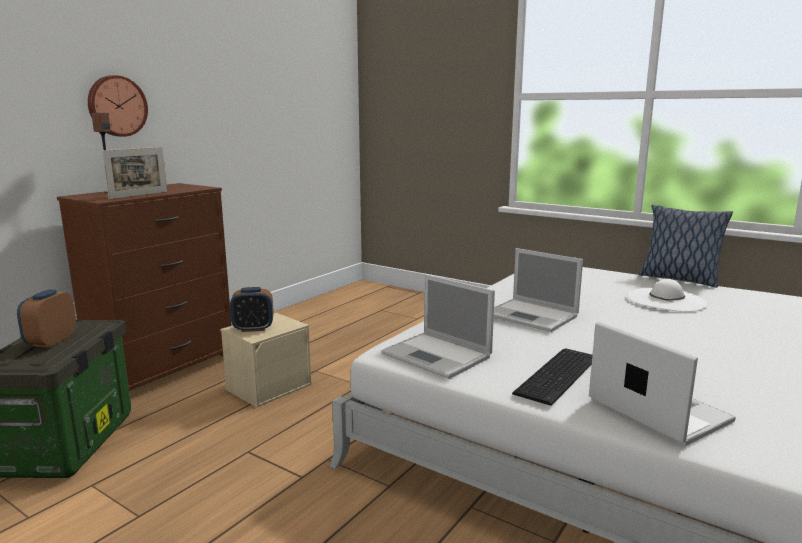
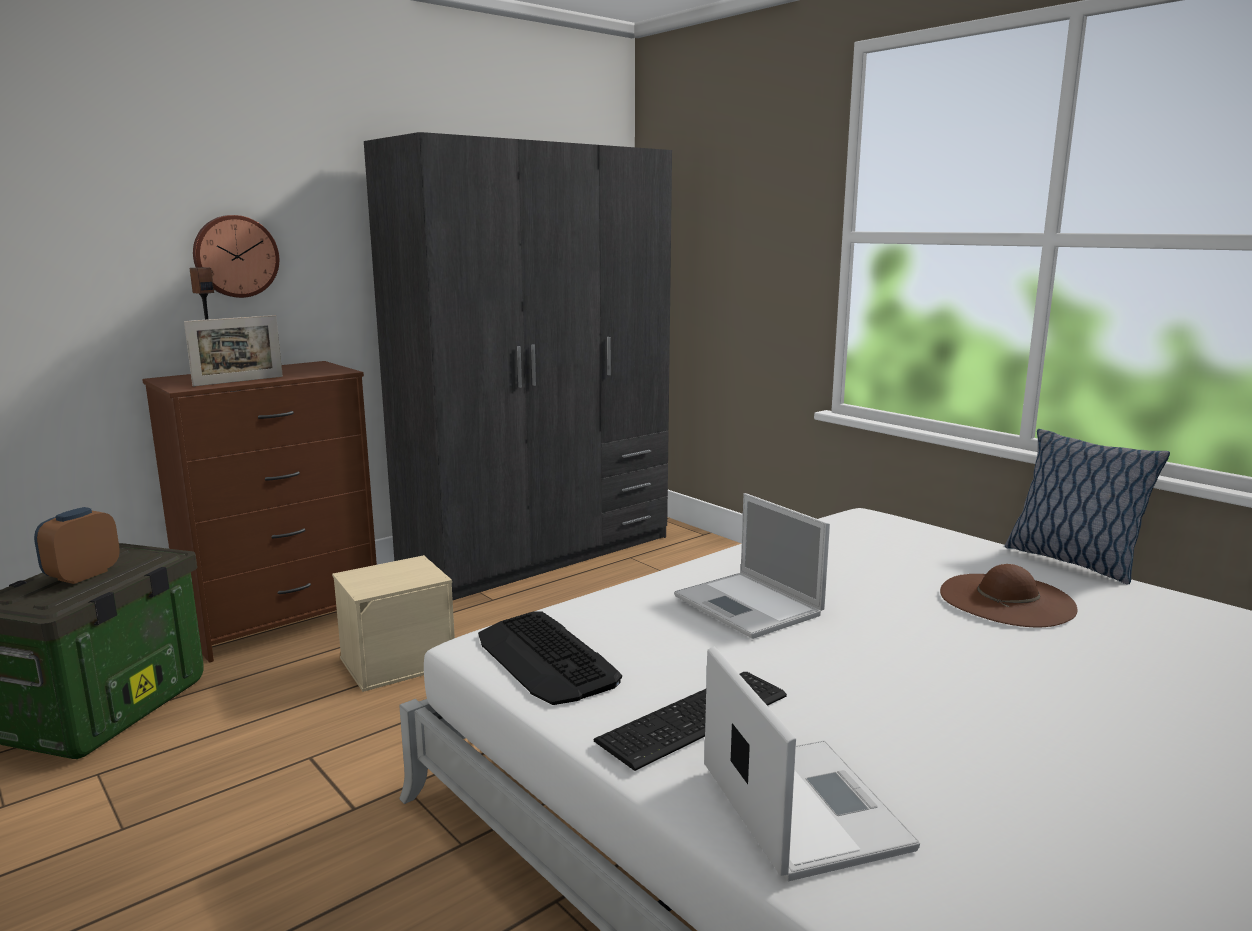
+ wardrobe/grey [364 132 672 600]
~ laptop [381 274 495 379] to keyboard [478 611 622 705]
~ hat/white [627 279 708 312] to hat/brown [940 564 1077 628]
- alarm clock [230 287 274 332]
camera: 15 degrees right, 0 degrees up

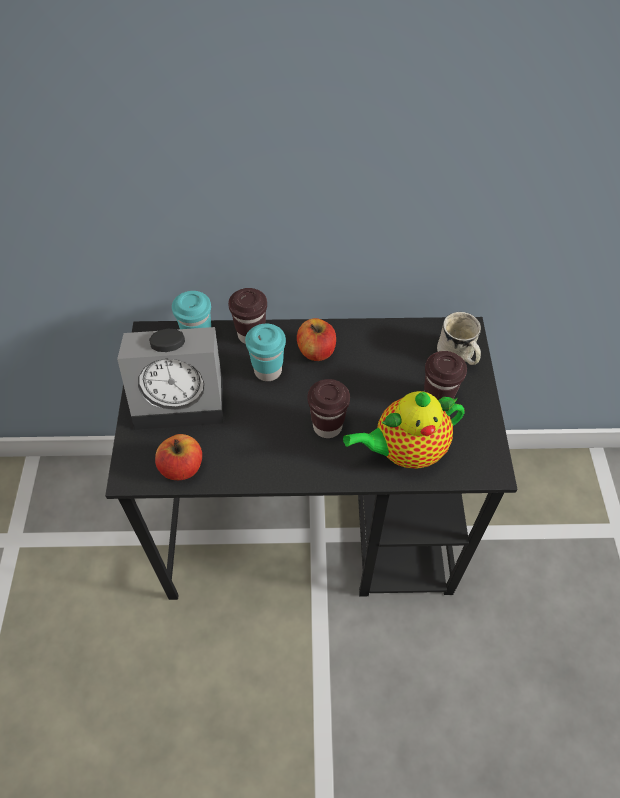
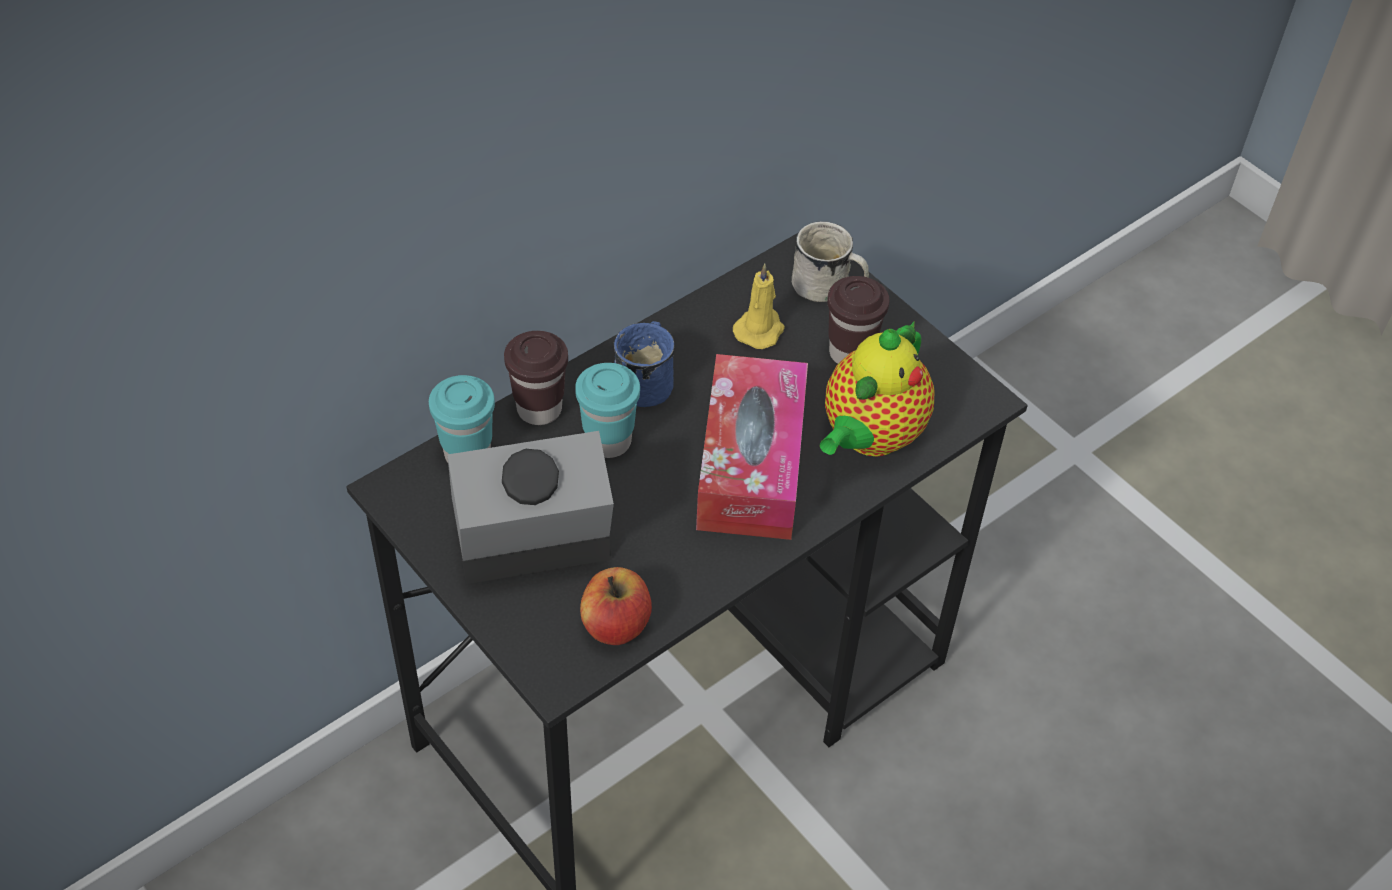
~ alarm clock [117 327 223 430] = [447 431 614 584] 150 degrees counterclockwise
~ apple [297 318 336 361] to mug/blue [614 321 675 407]
~ cup/brown [308 379 350 438] to tissue box [696 354 808 540]
+ candle/yellow [733 264 785 349]
camera: 40 degrees left, 5 degrees down

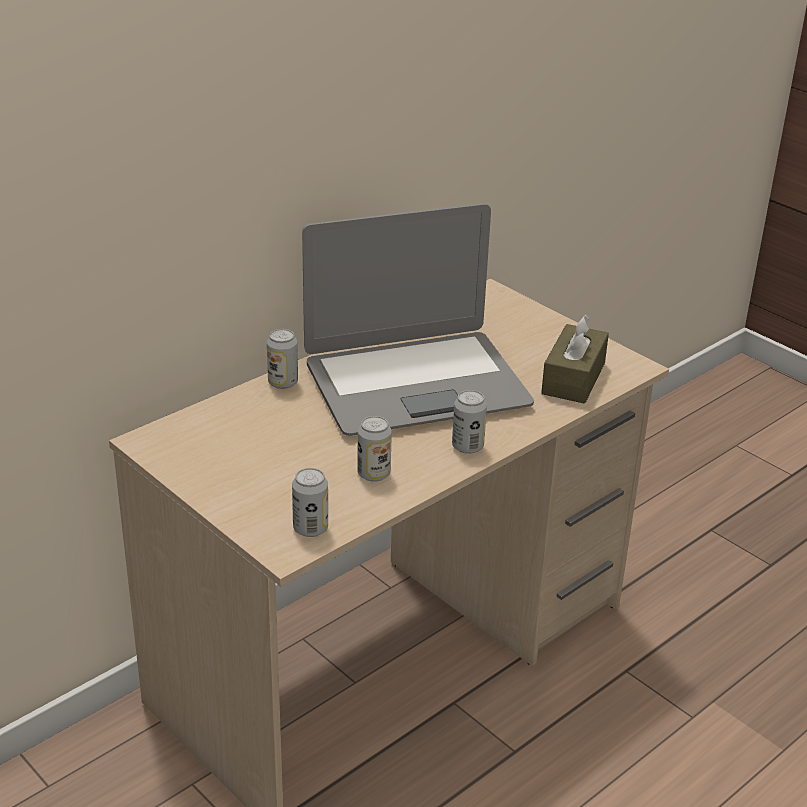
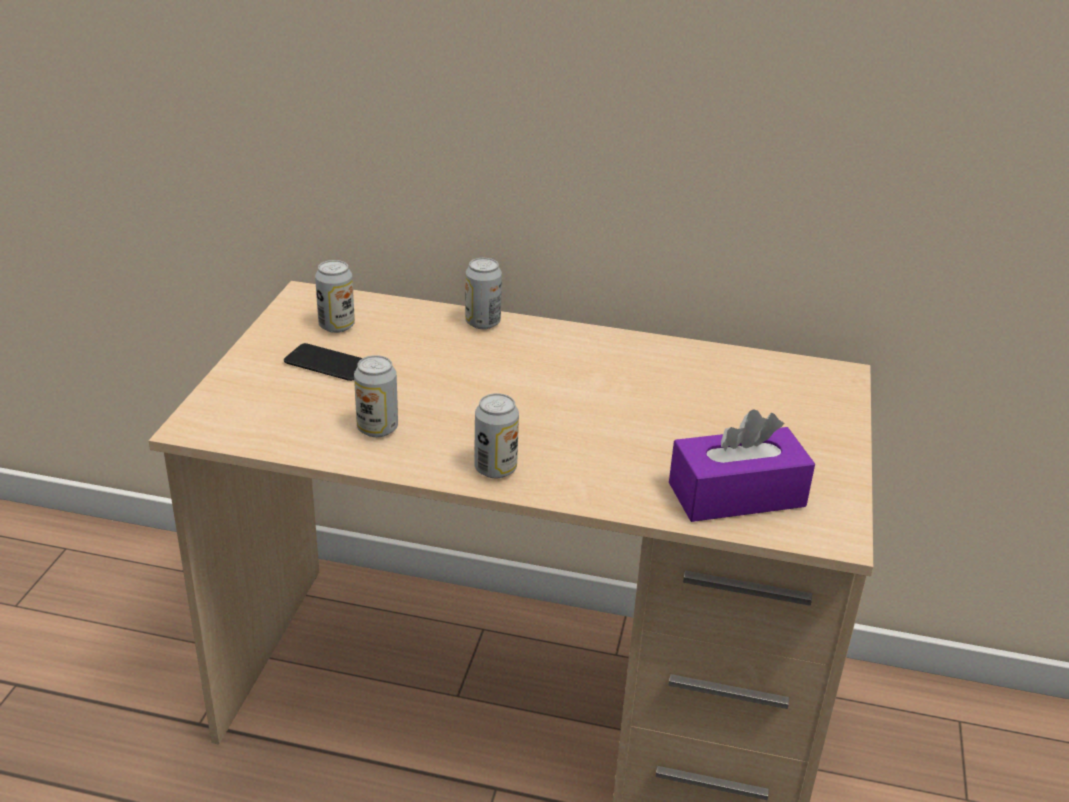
+ phone [284 343 362 381]
~ can [292 468 328 537] to [315 260 355 333]
~ tissue box/brown [541 314 609 404] to tissue box/purple [669 409 815 522]
- laptop [302 203 534 436]
camera: 55 degrees right, 0 degrees up

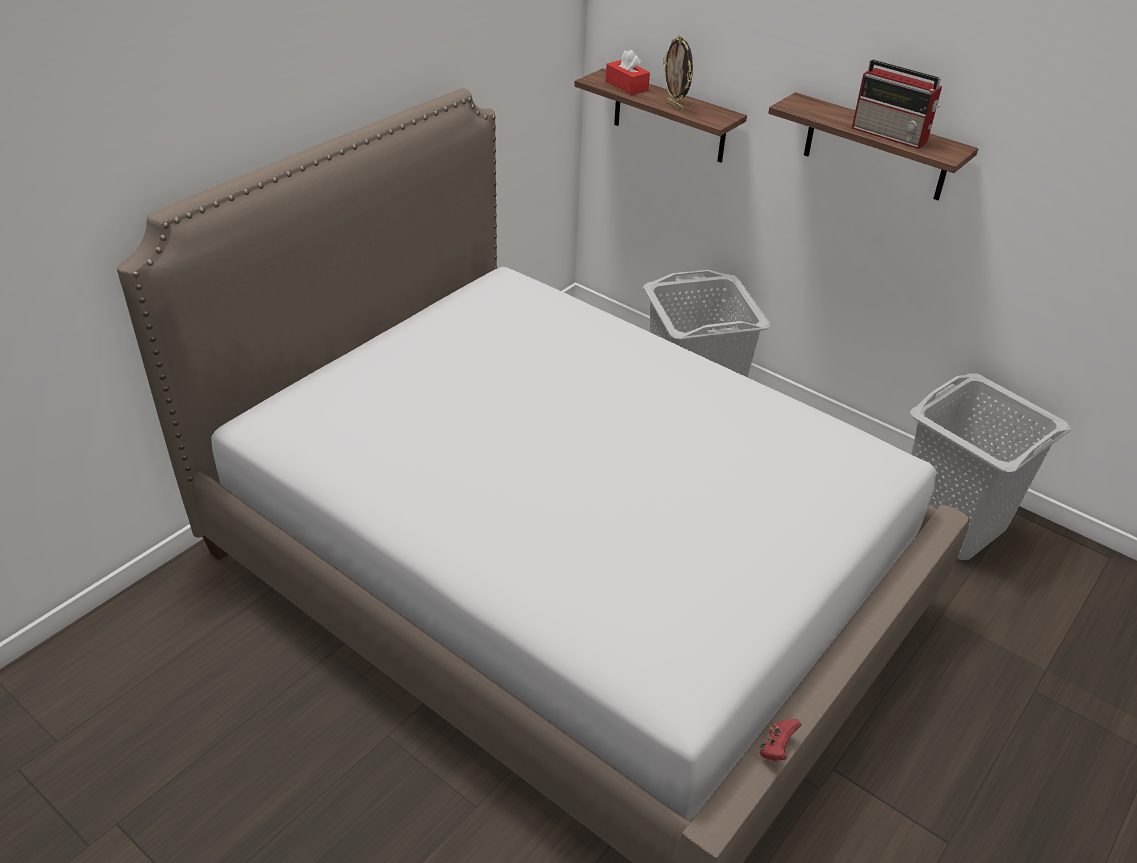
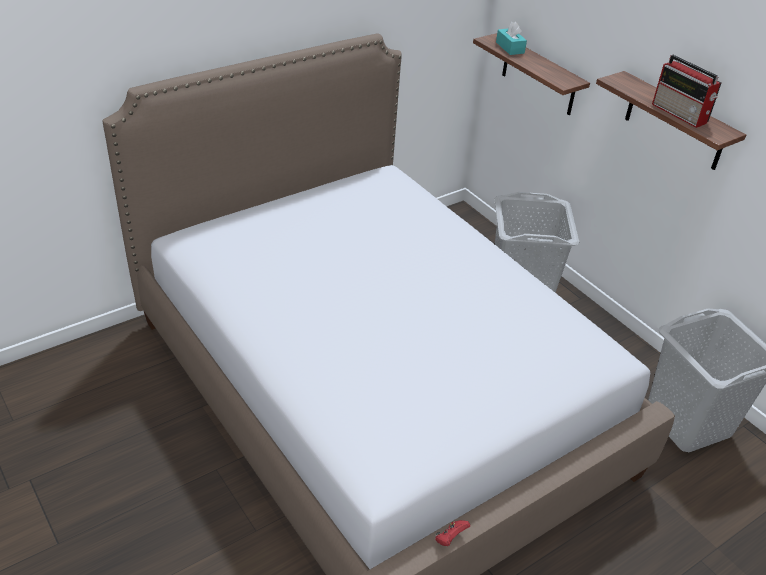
~ tissue box/red [606 50 650 95] to tissue box/turquoise [496 22 527 55]
- picture frame [663 35 693 112]
camera: 15 degrees right, 0 degrees up

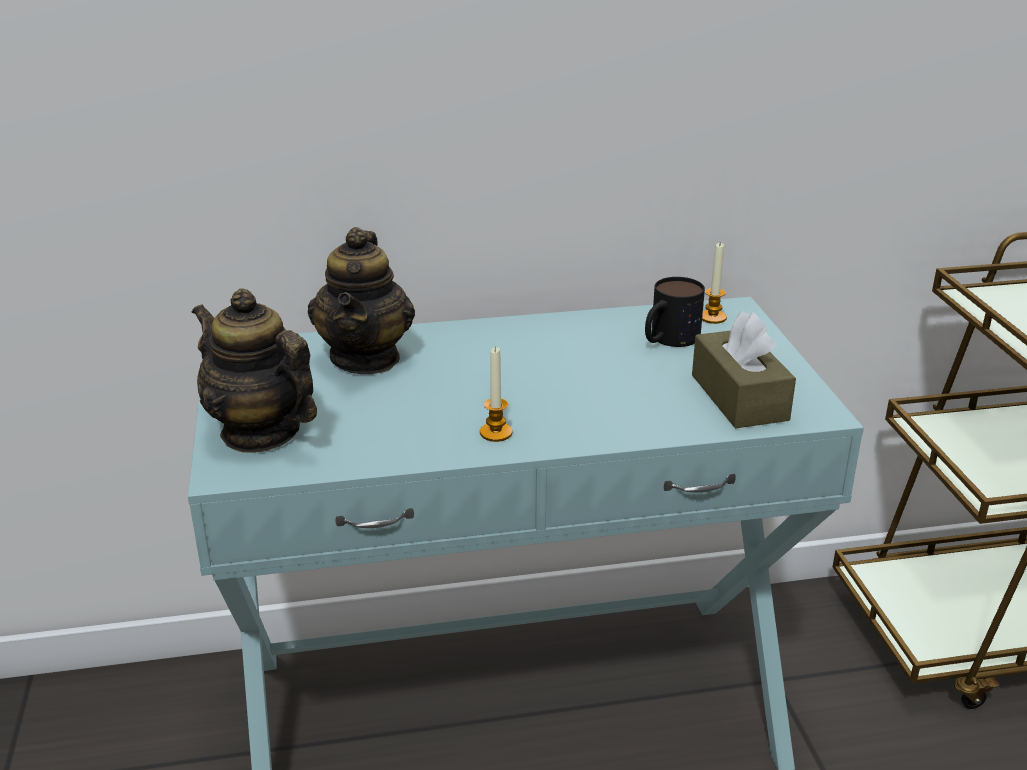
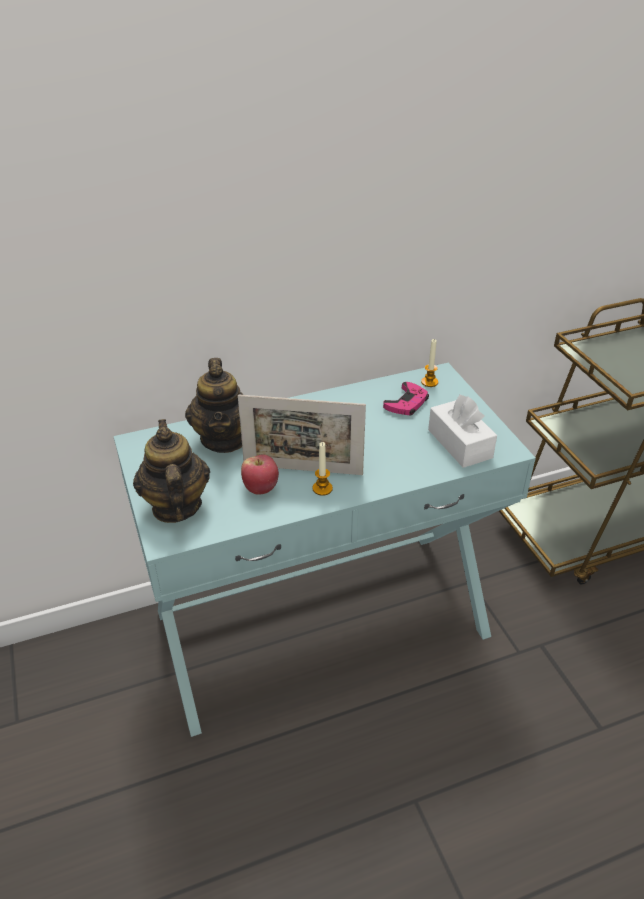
~ teapot [192 288 317 453] = [133 419 210 523] 45 degrees clockwise
+ picture frame [238 394 366 475]
+ apple [241 454 279 495]
~ mug [645 277 705 347] to game controller/pink [383 382 429 415]
~ tissue box/brown [692 311 796 428] to tissue box/white [428 395 497 468]
camera: 10 degrees left, 10 degrees up

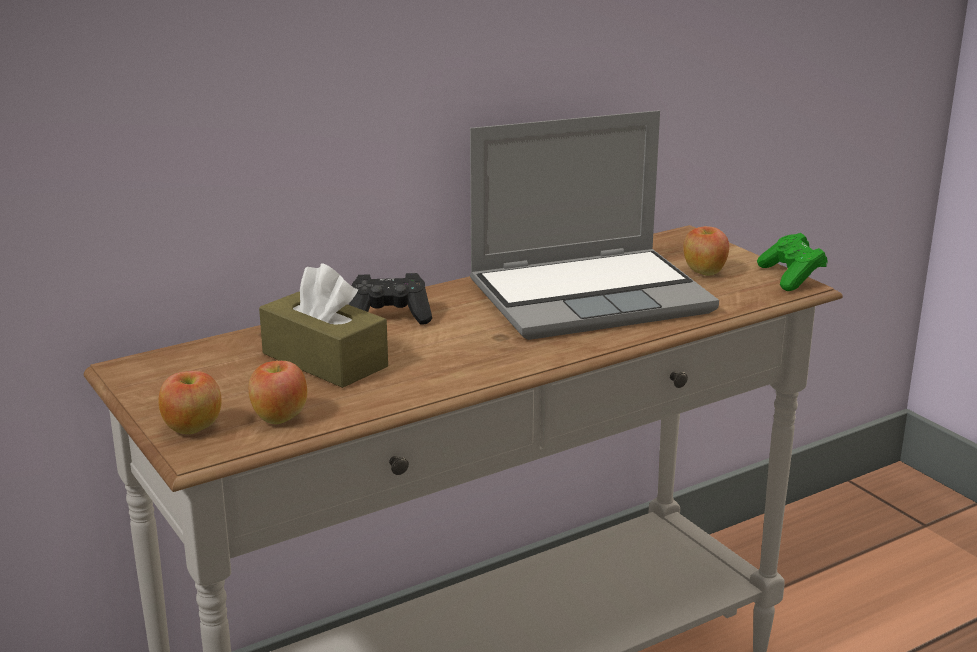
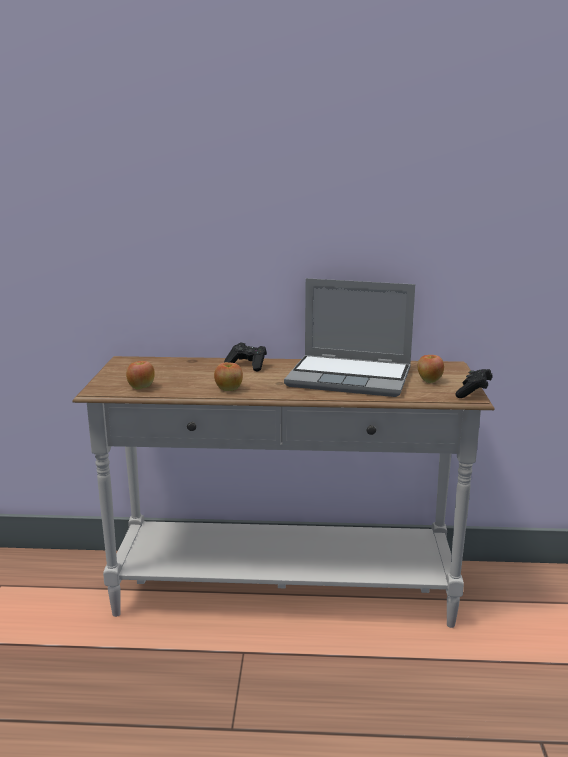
~ apple [158 371 221 434] to [214 362 243 391]
~ game controller/green [757 233 828 291] to game controller/black [455 369 493 398]
- tissue box/brown [259 264 388 388]
camera: 35 degrees right, 5 degrees down

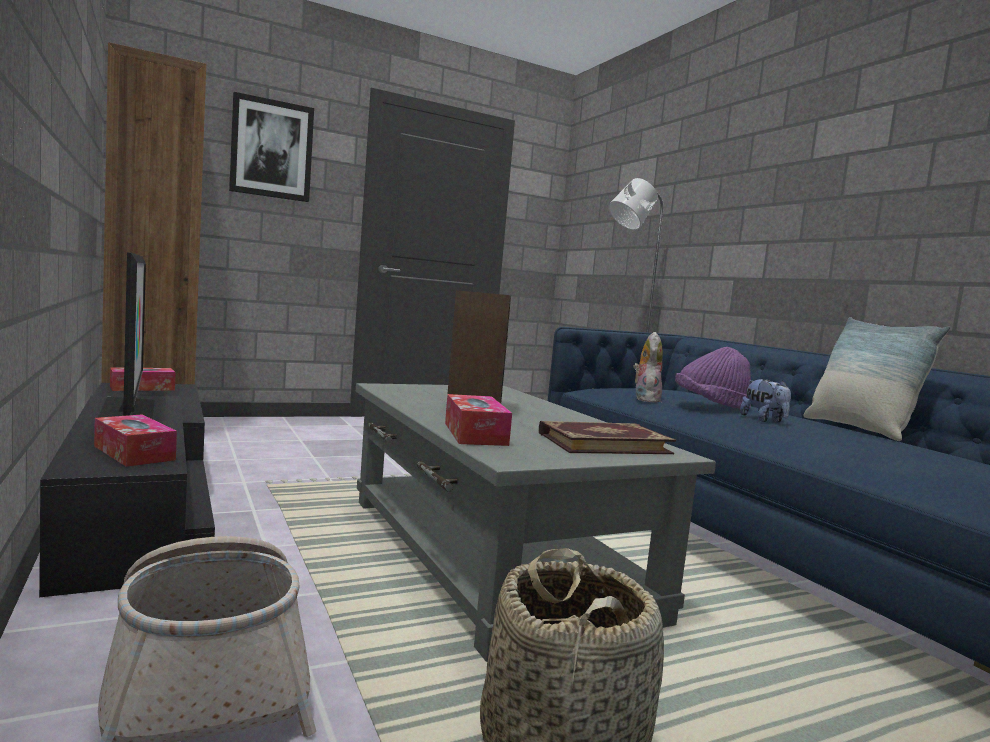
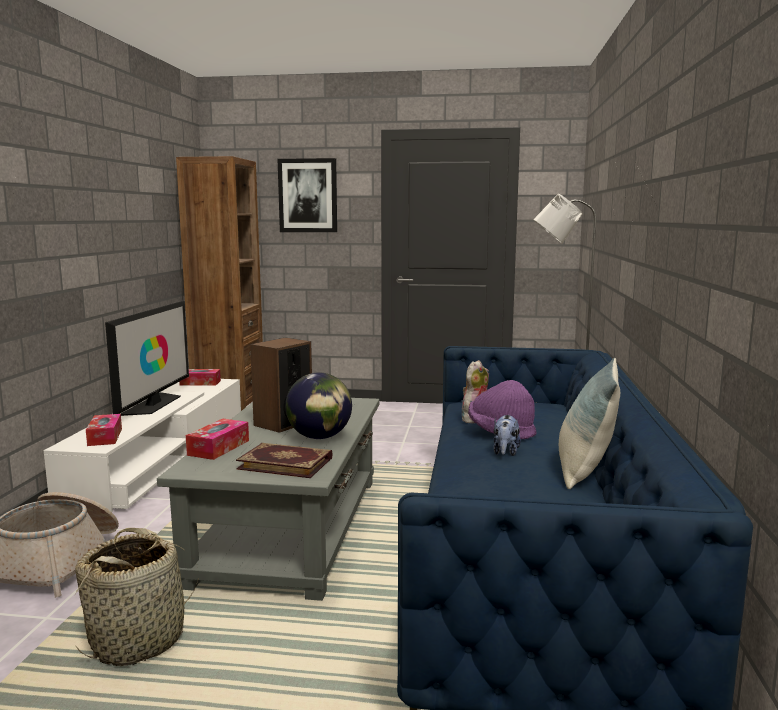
~ tv stand/black [39 383 215 597] to tv stand/white [44 379 241 512]
+ globe [285 372 352 439]
camera: 35 degrees right, 5 degrees up

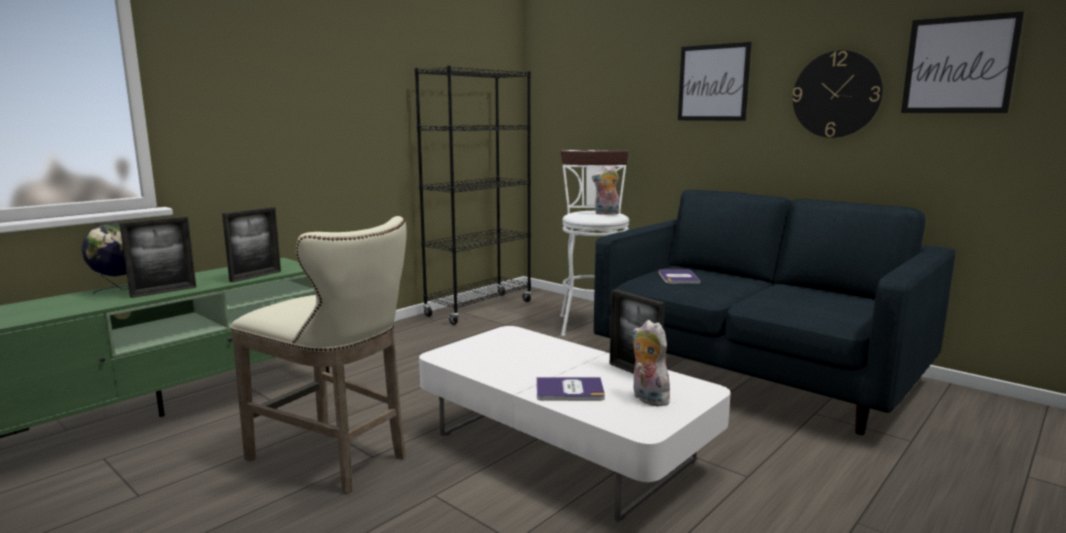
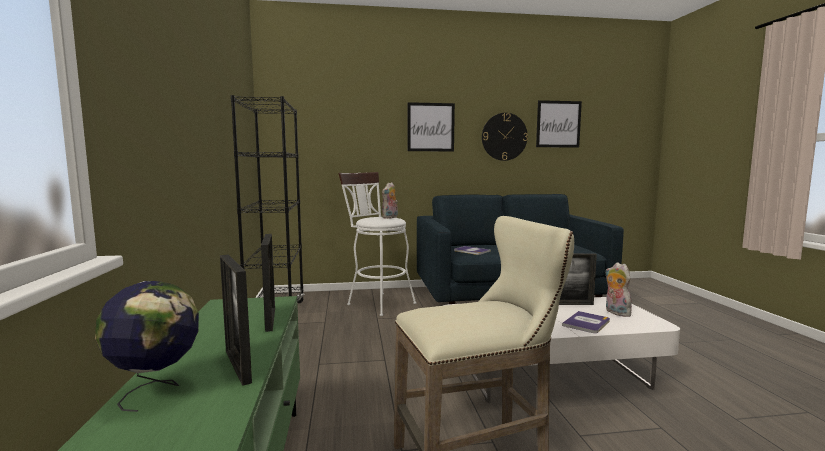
~ picture frame [119 216 197 298] = [220 254 252 386] 150 degrees clockwise
~ plush toy [632 320 671 406] = [605 262 632 317] 60 degrees clockwise
camera: 50 degrees left, 5 degrees down

